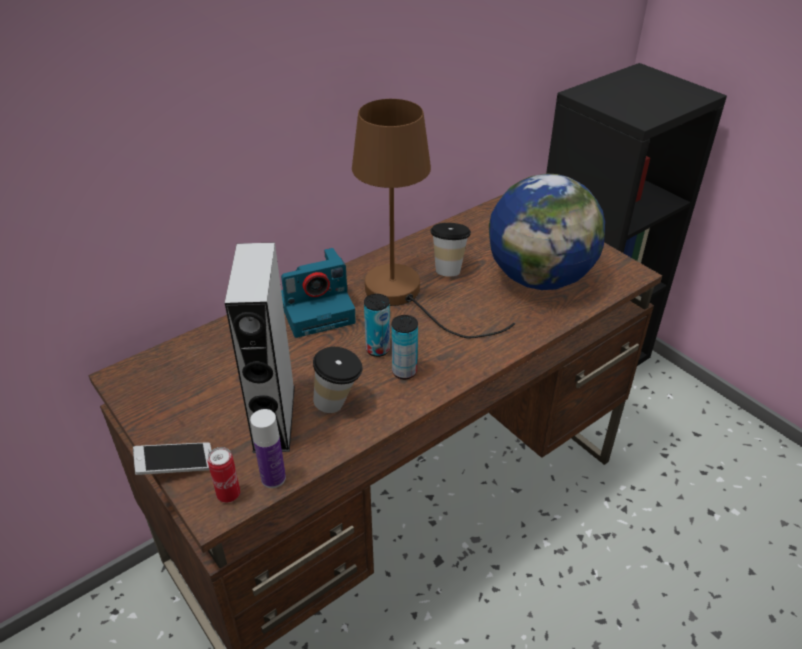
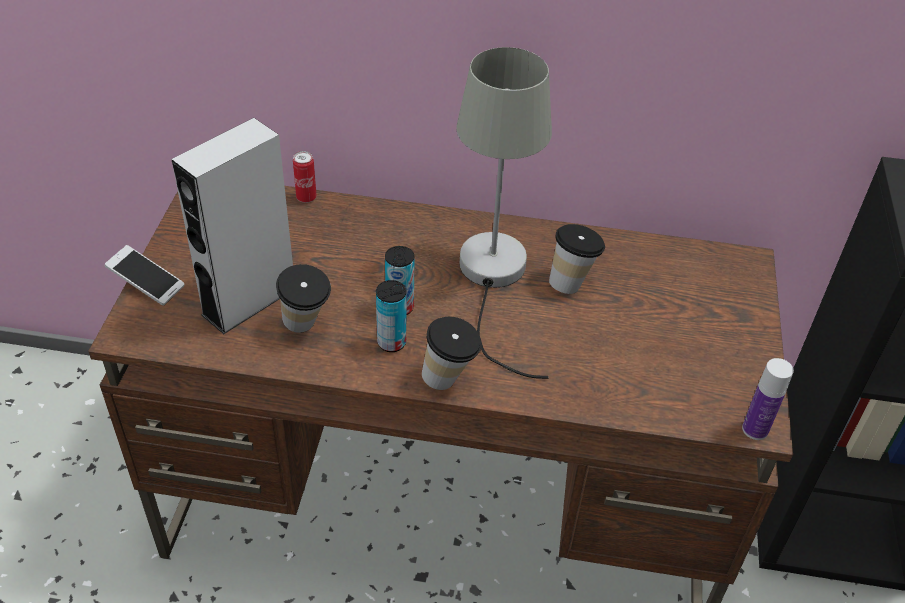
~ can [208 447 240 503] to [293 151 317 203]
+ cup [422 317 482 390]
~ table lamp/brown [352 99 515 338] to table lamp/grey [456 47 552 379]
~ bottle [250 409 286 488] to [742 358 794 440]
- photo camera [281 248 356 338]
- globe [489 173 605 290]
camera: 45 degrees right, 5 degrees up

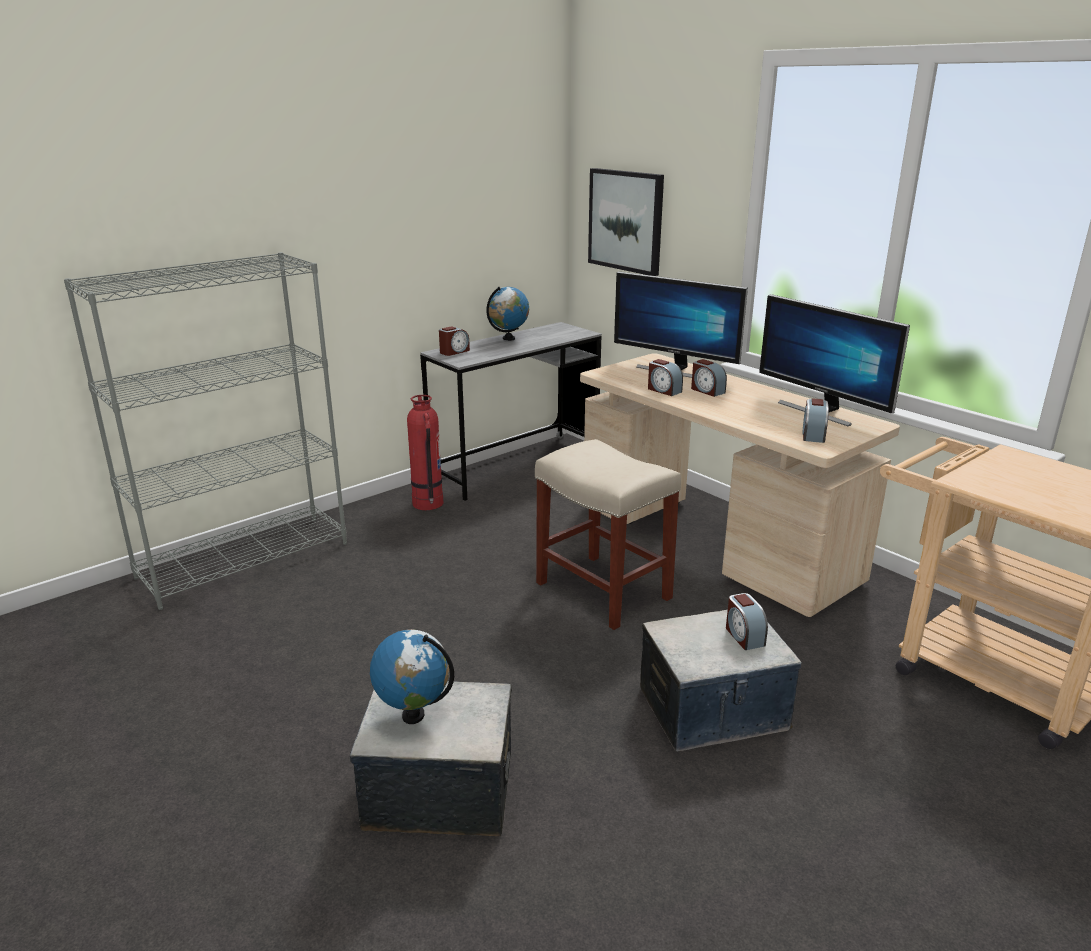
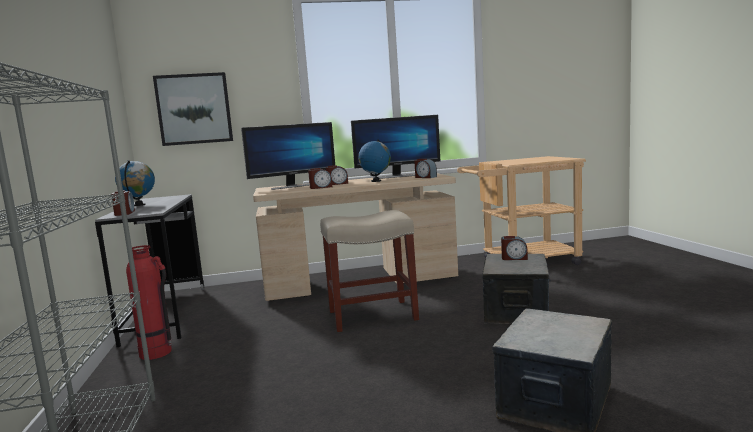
~ globe [370 629 454 724] to [358 139 391 182]
camera: 60 degrees left, 15 degrees down

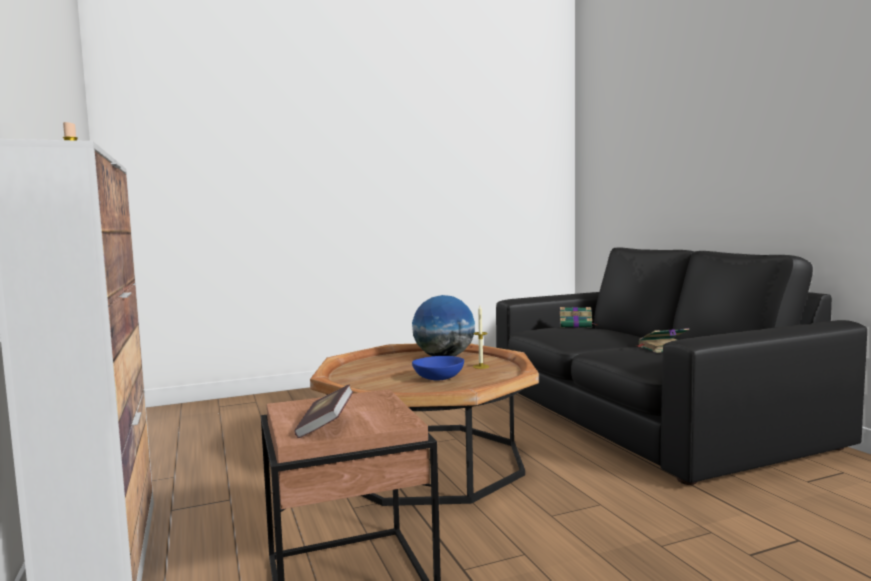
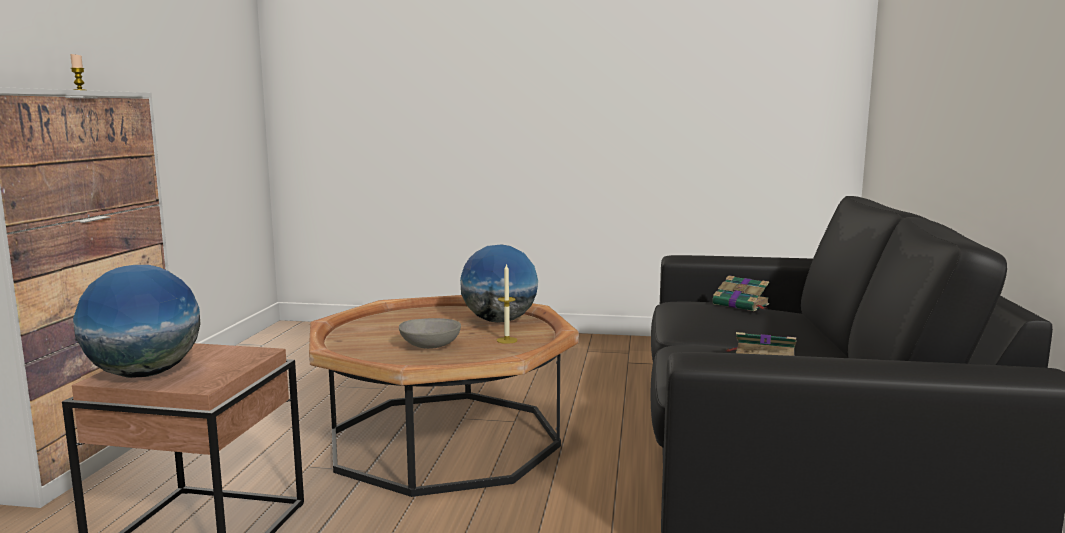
~ book [294 384 353 438] to globe [73 265 200 378]
~ bowl/blue [412 356 464 381] to bowl/grey [399 318 461 349]
camera: 30 degrees right, 5 degrees up

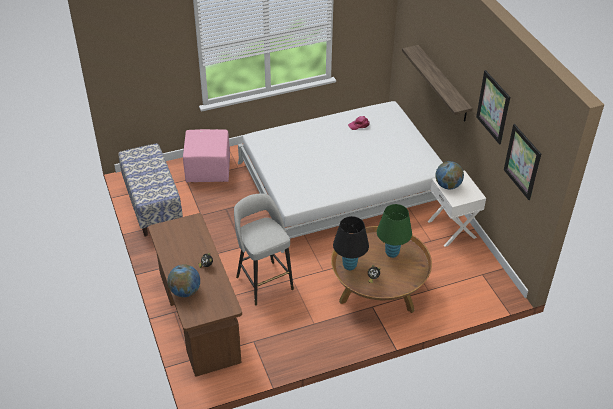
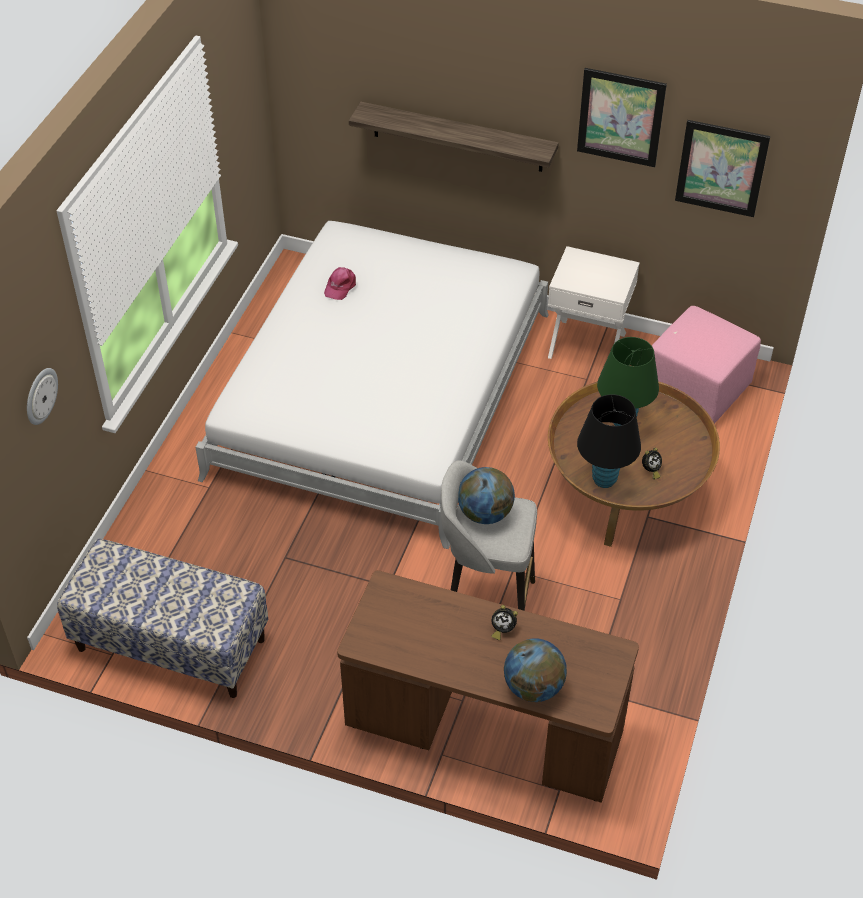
+ wall clock [27 368 58 425]
~ globe [435 161 464 189] to [458 467 515 524]
~ ottoman/pink [183 129 230 182] to [652 306 761 424]
camera: 50 degrees left, 5 degrees up

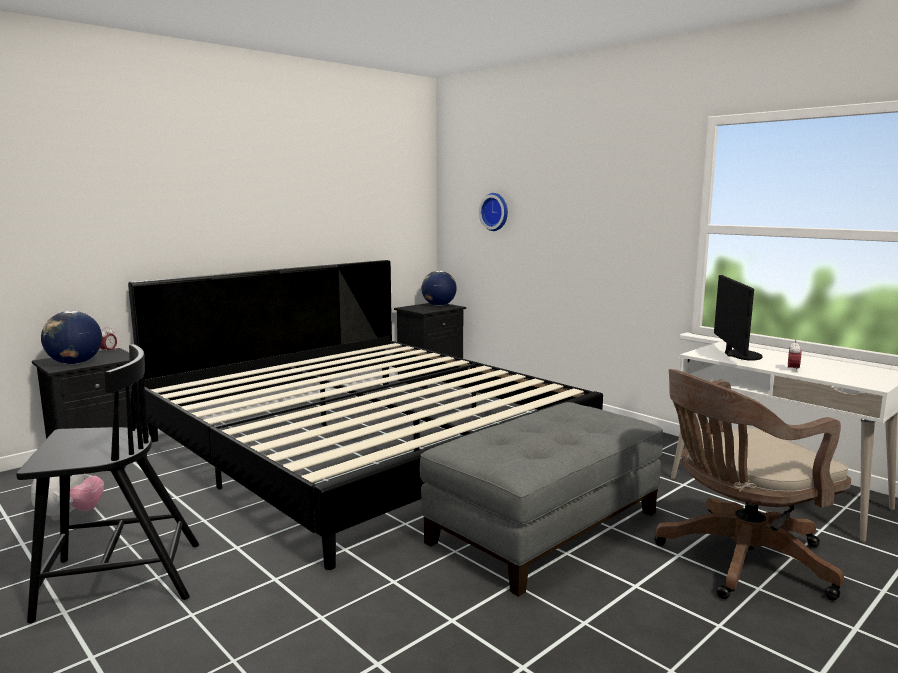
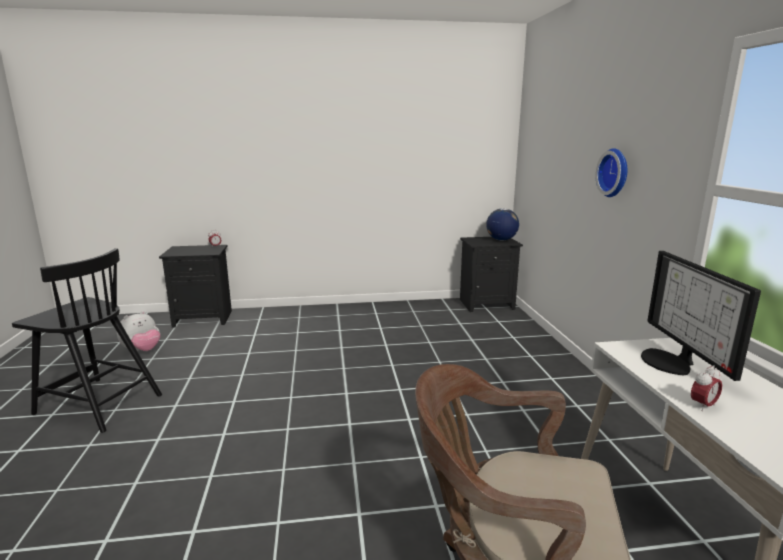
~ wall clock [479 193 508 231] to [595 148 627 197]
~ monitor [714 275 762 361] = [641 251 761 381] 135 degrees clockwise
- globe [41 311 102 364]
- bed [128 260 603 570]
- ottoman/grey [420 402 663 597]
camera: 35 degrees right, 5 degrees up

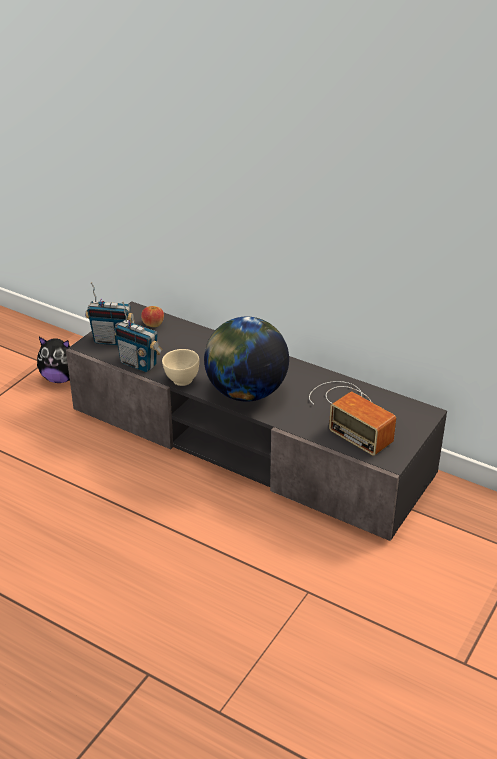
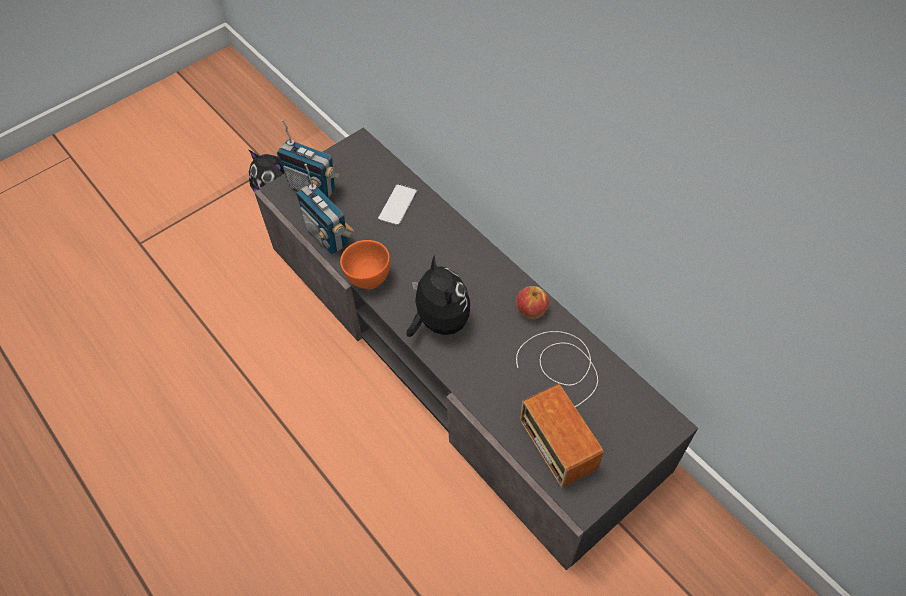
~ bowl/beige [162 349 199 386] to bowl/orange [340 240 390 289]
+ phone [378 184 417 225]
~ globe [204 317 289 402] to plush toy [407 254 471 337]
~ apple [141 306 164 327] to [516 286 549 319]
camera: 20 degrees right, 20 degrees up

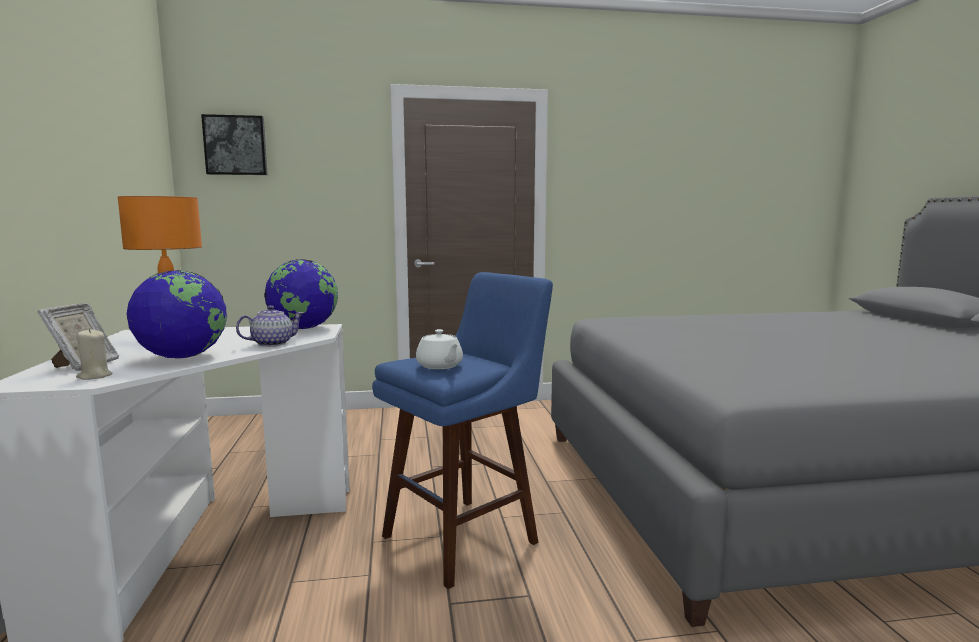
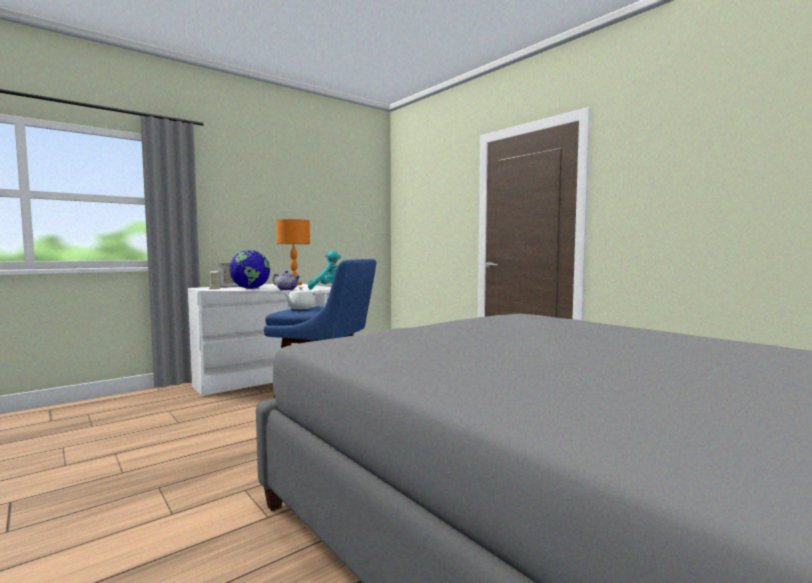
~ globe [264 259 338 329] to plush toy/turquoise [308 250 341 290]
- picture [201 114 268 175]
camera: 60 degrees right, 5 degrees down

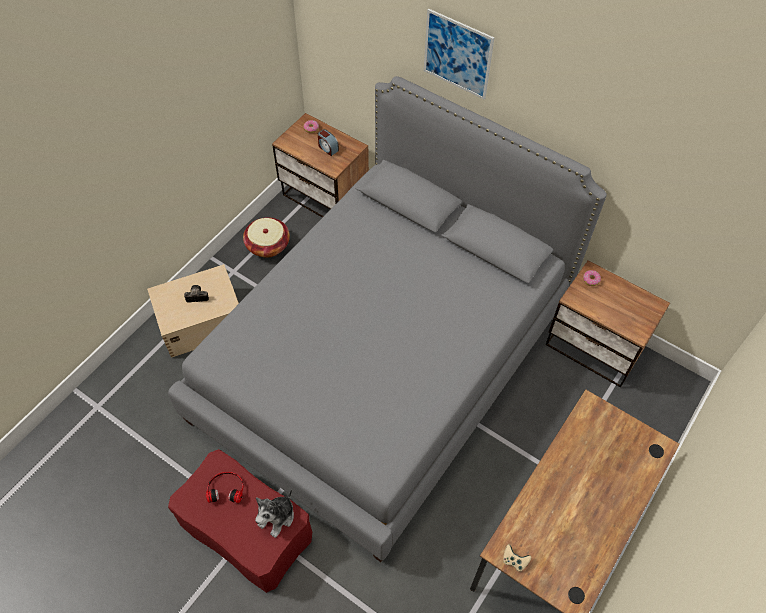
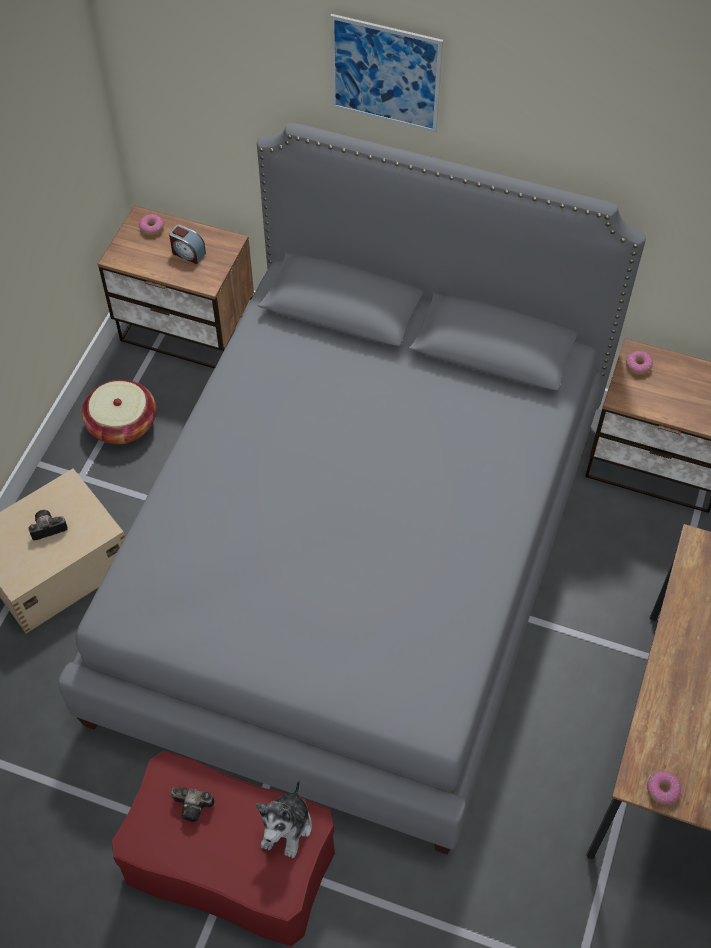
~ headphones [206 472 243 503] to photo camera [171 787 214 822]
~ game controller/beige [503 544 531 572] to donut [647 771 681 804]
camera: 15 degrees left, 0 degrees up

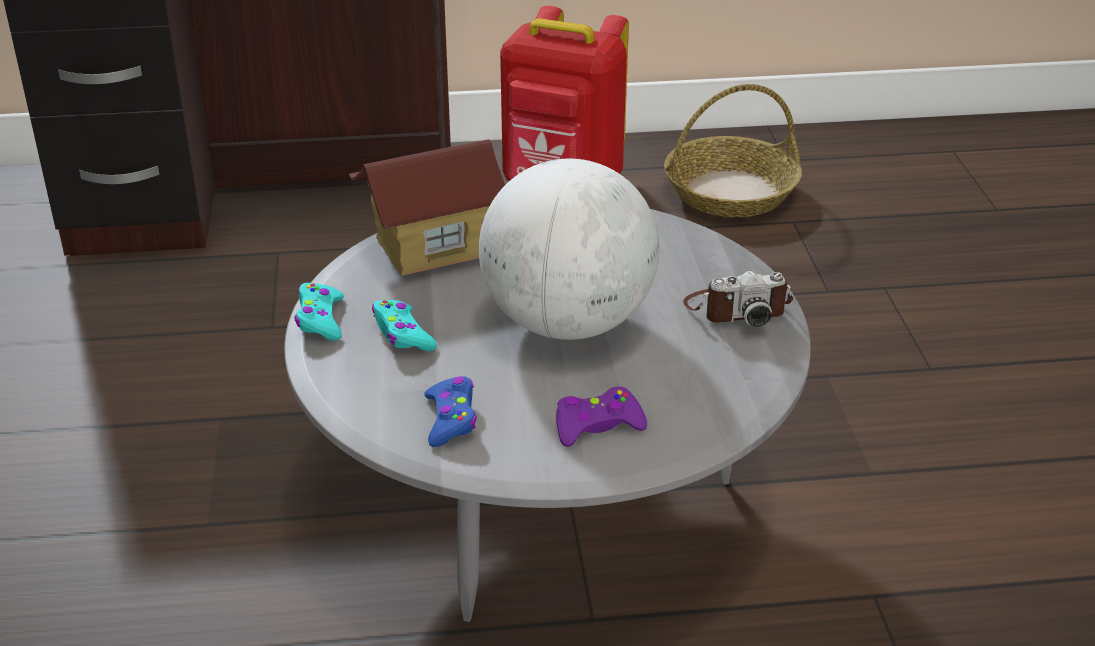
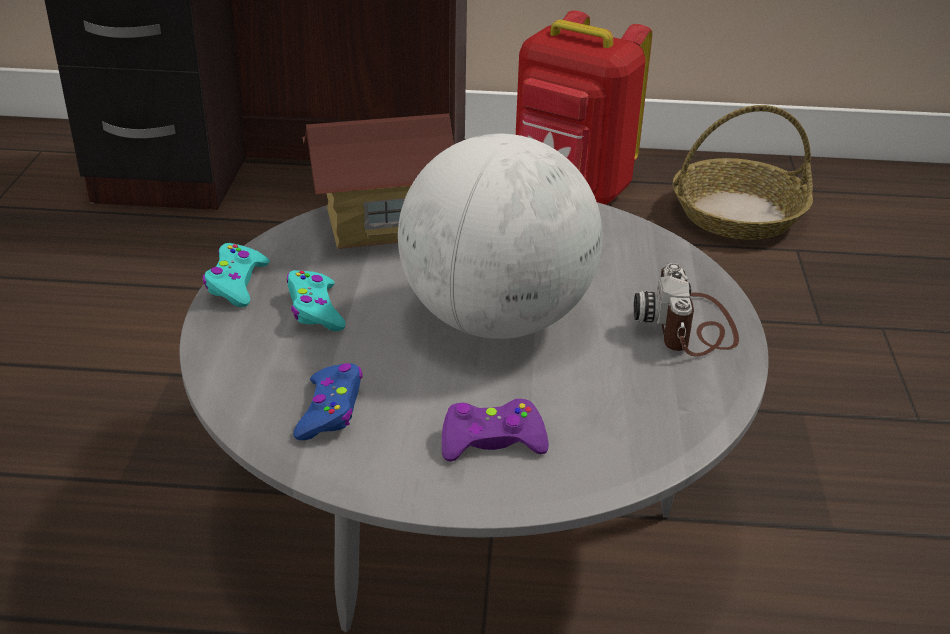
~ photo camera [683 271 793 327] = [634 263 739 356] 90 degrees clockwise
camera: 10 degrees right, 0 degrees up

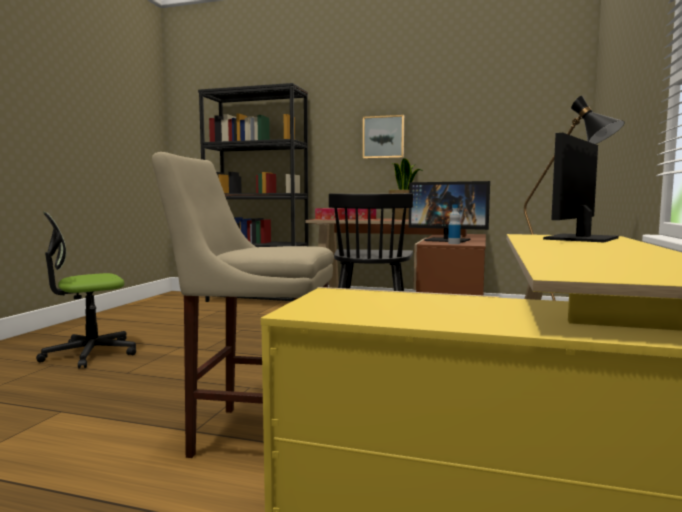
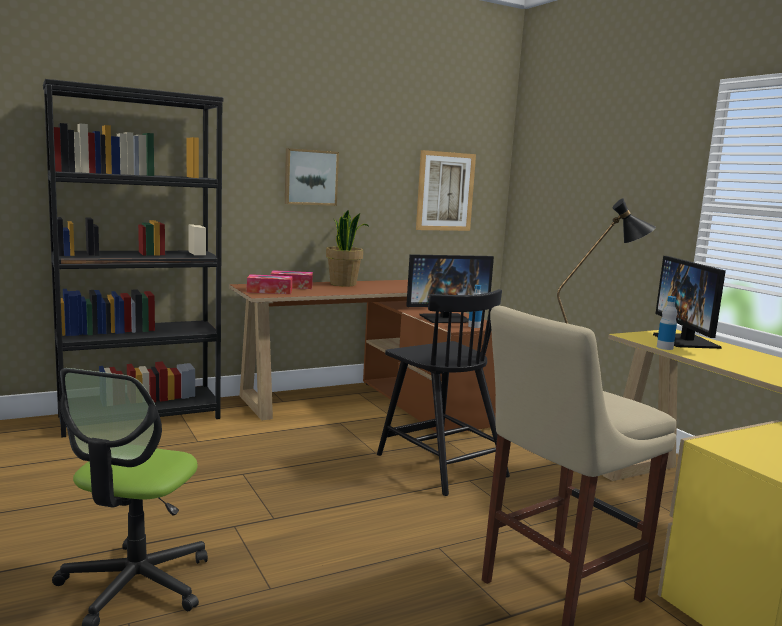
+ picture [416 150 476 231]
+ bottle [657 296 677 350]
camera: 45 degrees left, 5 degrees up

